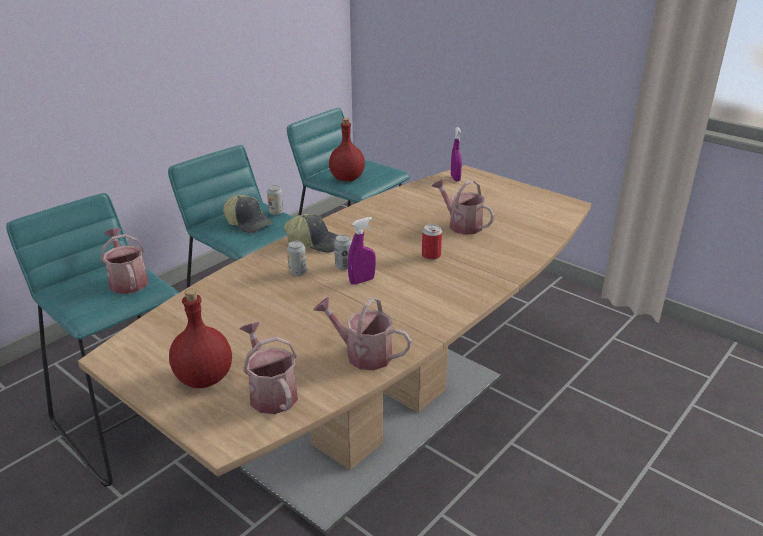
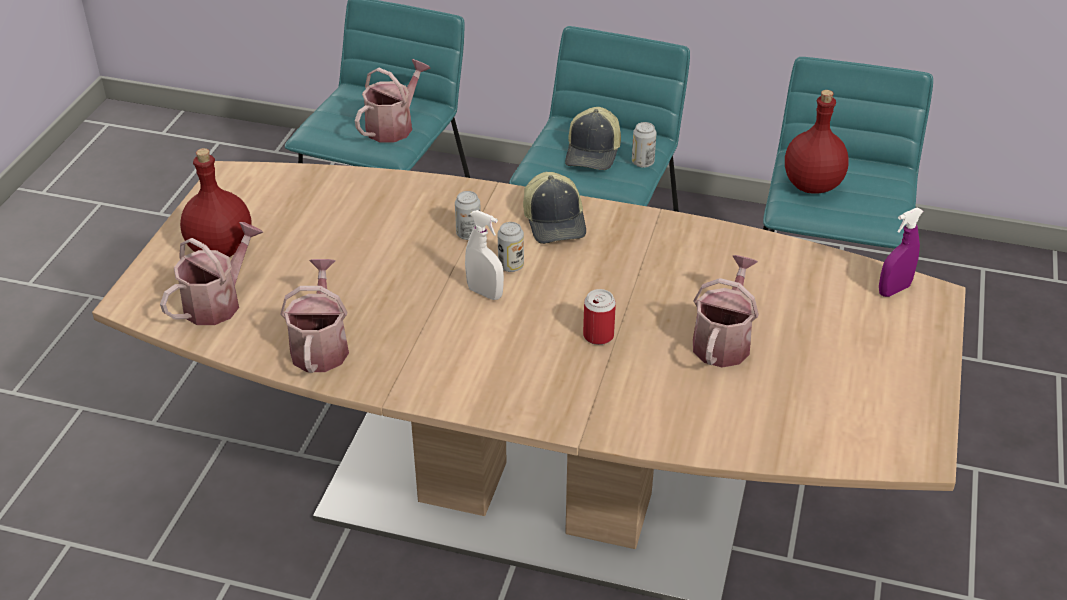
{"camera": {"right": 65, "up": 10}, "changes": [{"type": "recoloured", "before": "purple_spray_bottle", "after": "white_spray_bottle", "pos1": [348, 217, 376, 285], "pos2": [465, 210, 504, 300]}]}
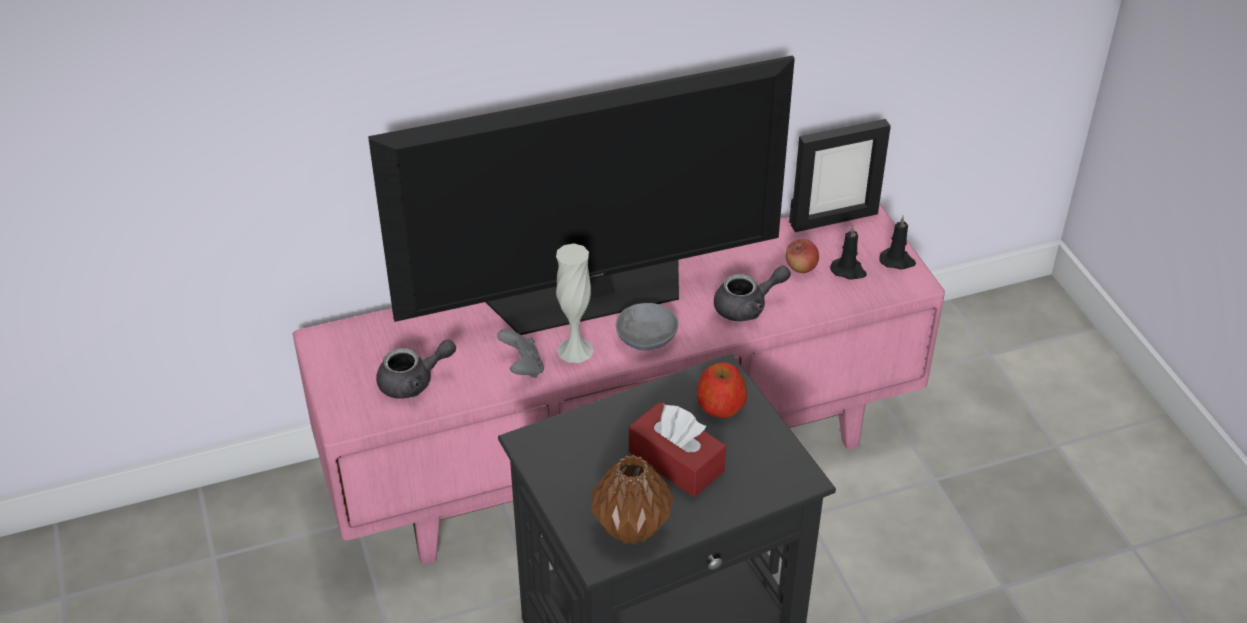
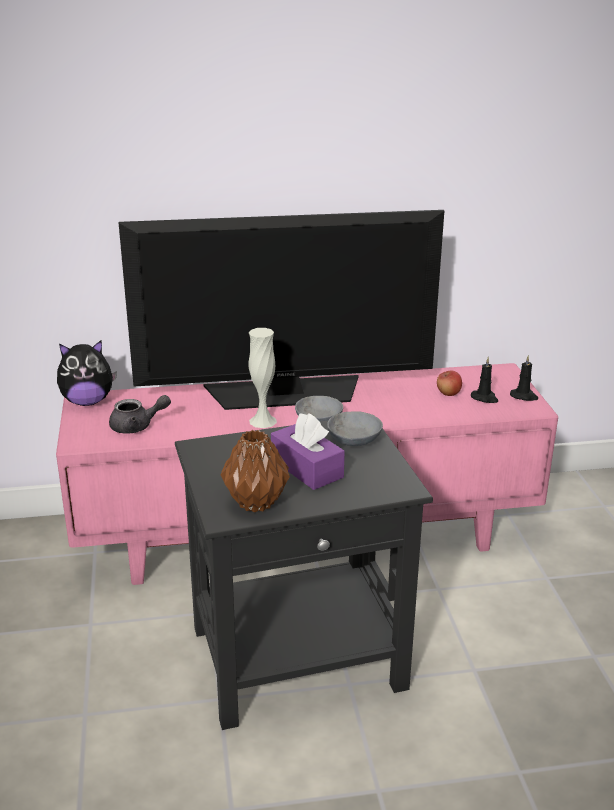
{"camera": {"right": 10, "up": -15}, "changes": [{"type": "removed", "before": "grey_game_controller", "pos1": [497, 329, 544, 378]}, {"type": "recoloured", "before": "red_tissue_box", "after": "purple_tissue_box", "pos1": [629, 402, 726, 497], "pos2": [271, 413, 345, 490]}, {"type": "replaced", "before": "apple", "after": "grey_bowl", "pos1": [697, 362, 747, 418], "pos2": [327, 411, 383, 446]}, {"type": "removed", "before": "grey_teapot", "pos1": [714, 266, 791, 321]}, {"type": "removed", "before": "picture_frame", "pos1": [789, 119, 891, 232]}, {"type": "added", "after": "plush_toy", "pos2": [57, 341, 117, 406]}]}
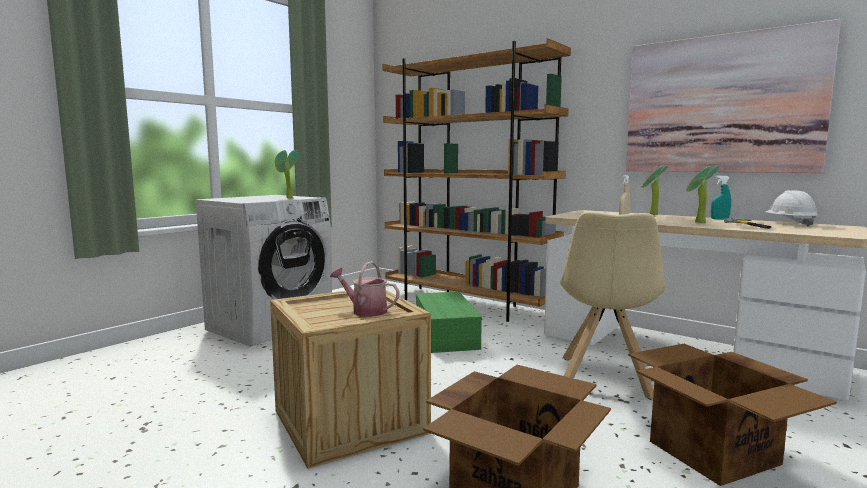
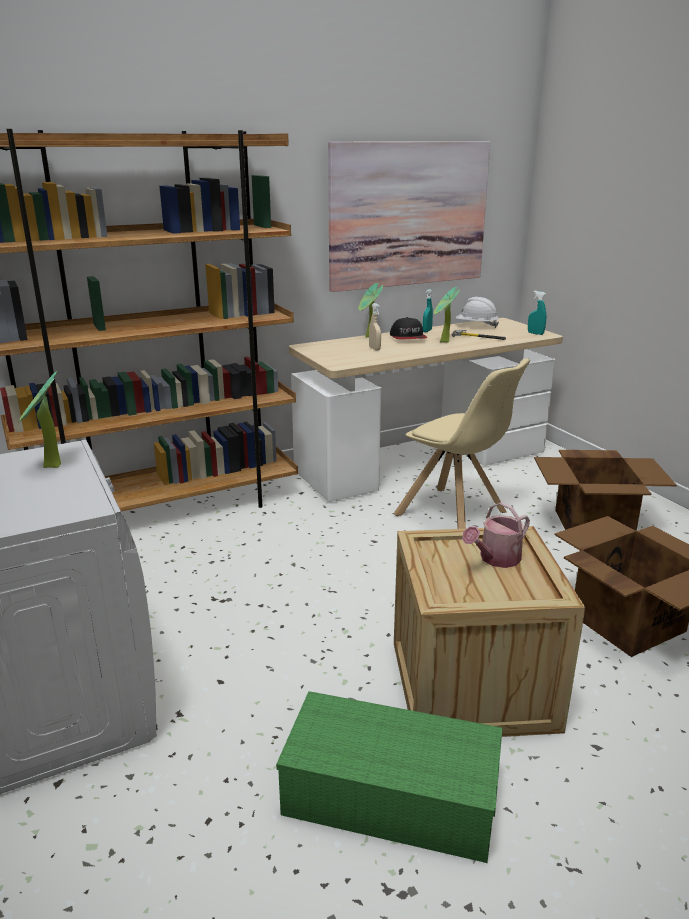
{"camera": {"right": -65, "up": 15}, "changes": [{"type": "moved", "before": "green_storage_box", "pos1": [416, 291, 483, 353], "pos2": [276, 691, 502, 863]}, {"type": "added", "after": "cap", "pos2": [390, 317, 428, 339]}, {"type": "added", "after": "turquoise_spray_bottle", "pos2": [528, 291, 546, 335]}]}
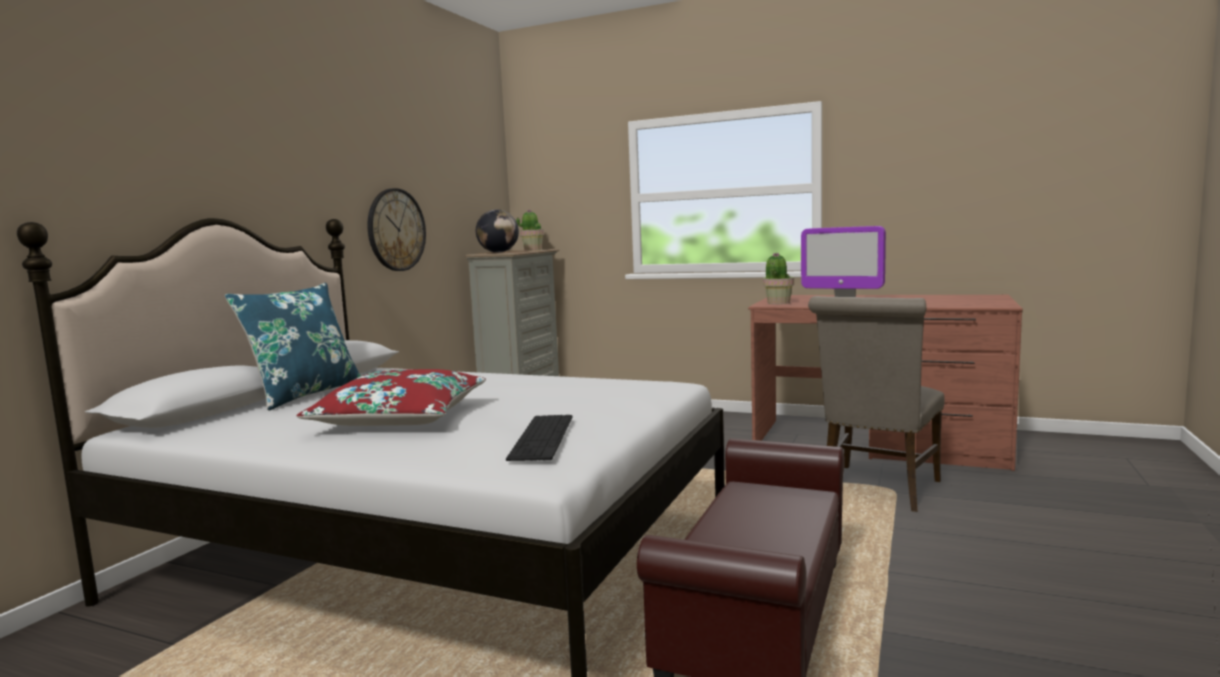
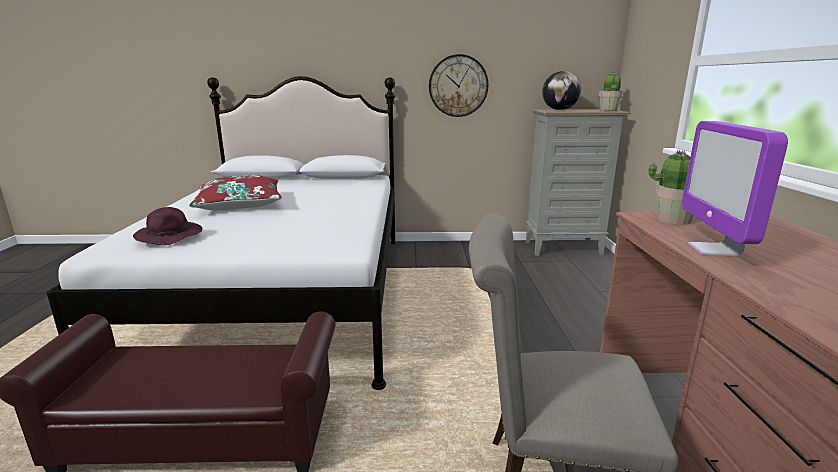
{"camera": {"right": 65, "up": 10}, "changes": [{"type": "removed", "before": "blue_pillow", "pos1": [225, 283, 361, 411]}, {"type": "replaced", "before": "keyboard", "after": "purple_hat", "pos1": [506, 415, 572, 461], "pos2": [133, 207, 202, 245]}]}
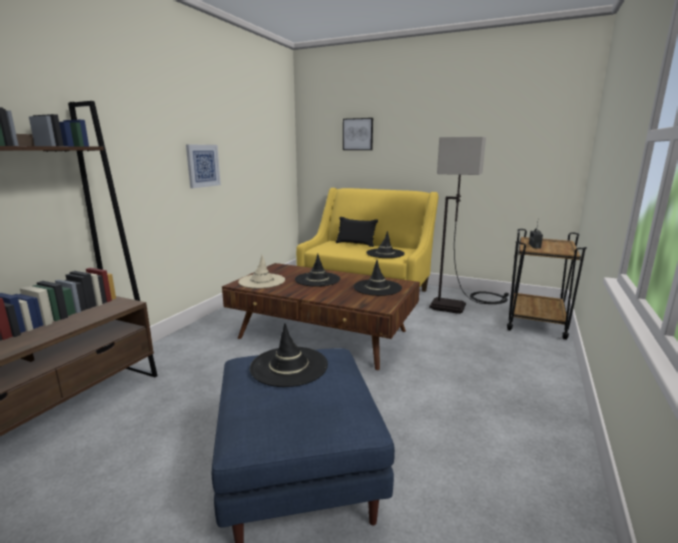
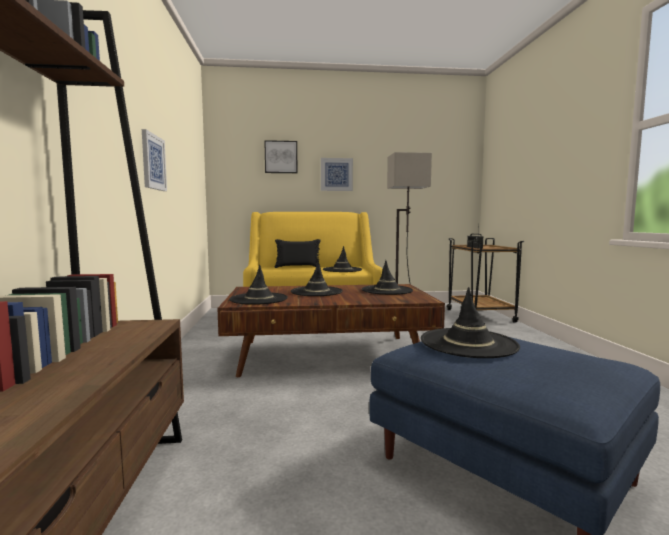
{"camera": {"right": -30, "up": -10}, "changes": [{"type": "recoloured", "before": "beige_hat", "after": "black_hat", "pos1": [238, 255, 285, 289], "pos2": [229, 264, 288, 305]}, {"type": "added", "after": "picture", "pos2": [321, 158, 353, 191]}]}
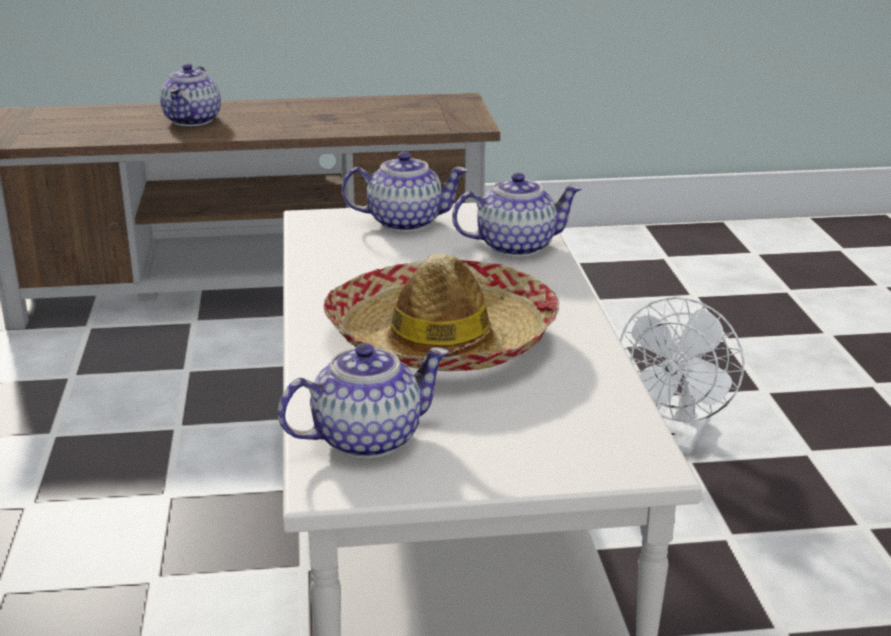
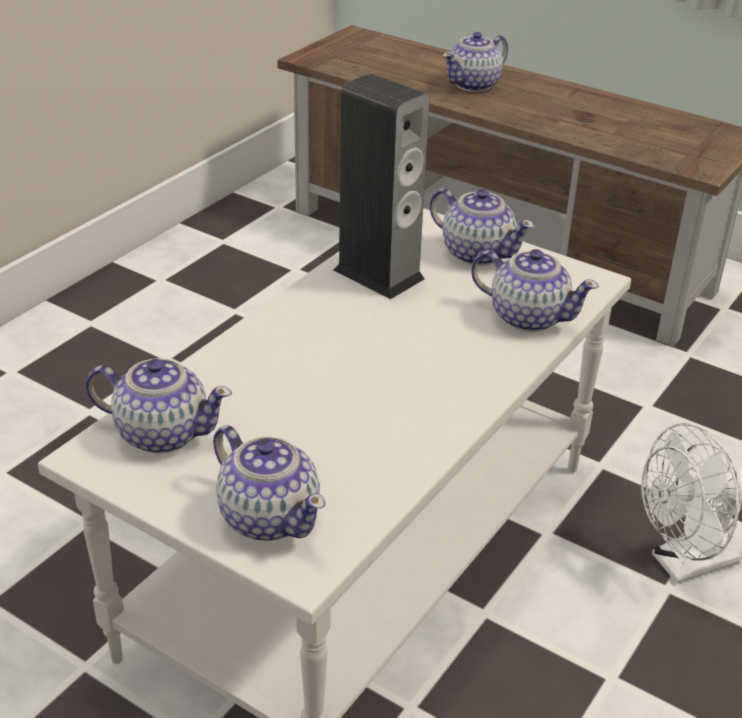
{"camera": {"right": 40, "up": 10}, "changes": [{"type": "removed", "before": "hat", "pos1": [324, 254, 559, 371]}, {"type": "added", "after": "teapot", "pos2": [213, 425, 325, 541]}, {"type": "added", "after": "speaker", "pos2": [333, 73, 430, 299]}]}
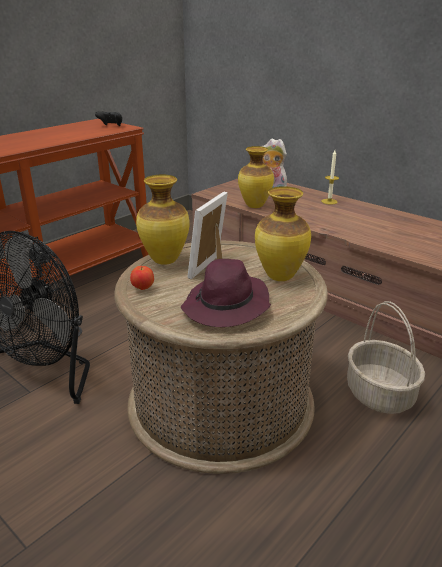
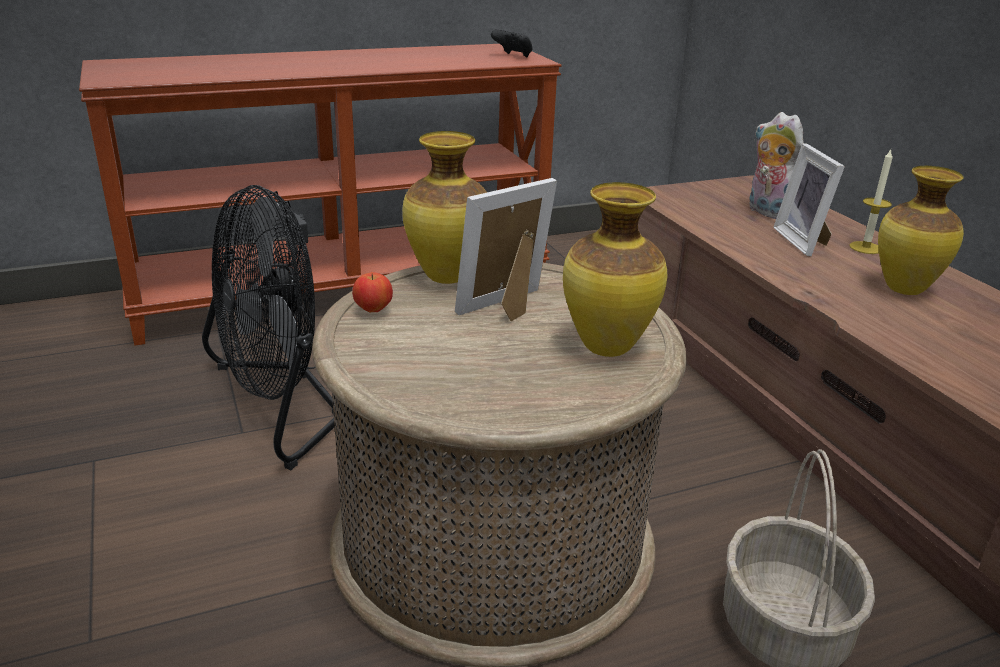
{"camera": {"right": 25, "up": 0}, "changes": [{"type": "removed", "before": "purple_hat", "pos1": [181, 259, 271, 327]}, {"type": "moved", "before": "vase", "pos1": [238, 146, 274, 208], "pos2": [878, 166, 964, 295]}, {"type": "added", "after": "picture_frame", "pos2": [773, 143, 845, 256]}]}
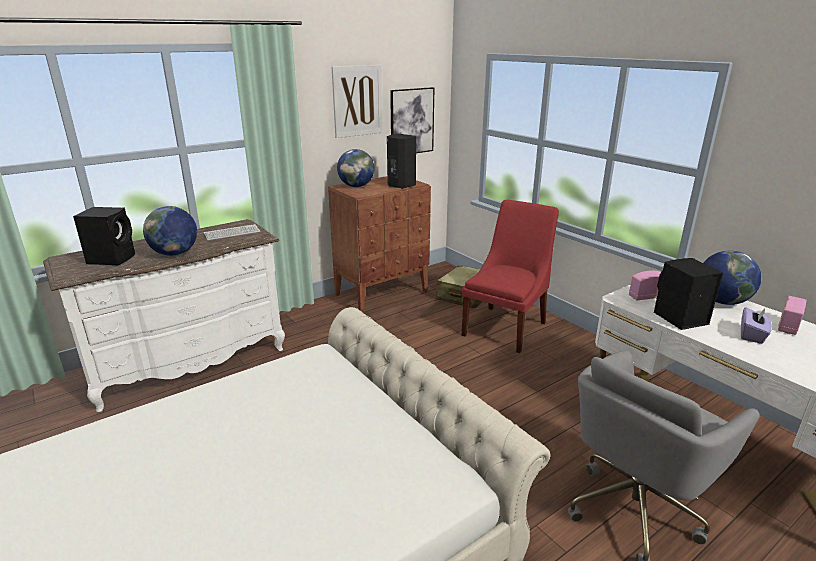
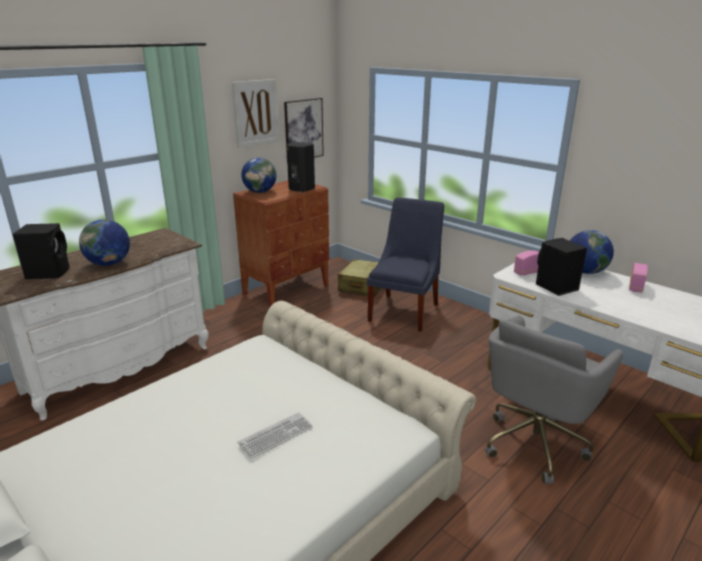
{"camera": {"right": -10, "up": 0}, "changes": [{"type": "moved", "before": "keyboard", "pos1": [204, 224, 260, 240], "pos2": [238, 412, 313, 459]}, {"type": "recoloured", "before": "red_chair", "after": "blue_chair", "pos1": [462, 199, 559, 353], "pos2": [367, 197, 444, 332]}, {"type": "removed", "before": "purple_tissue_box", "pos1": [741, 307, 772, 344]}]}
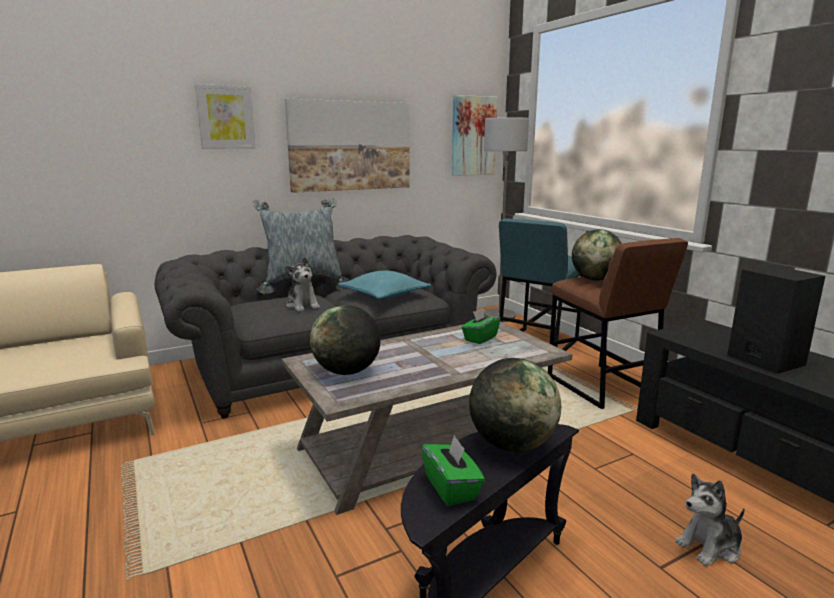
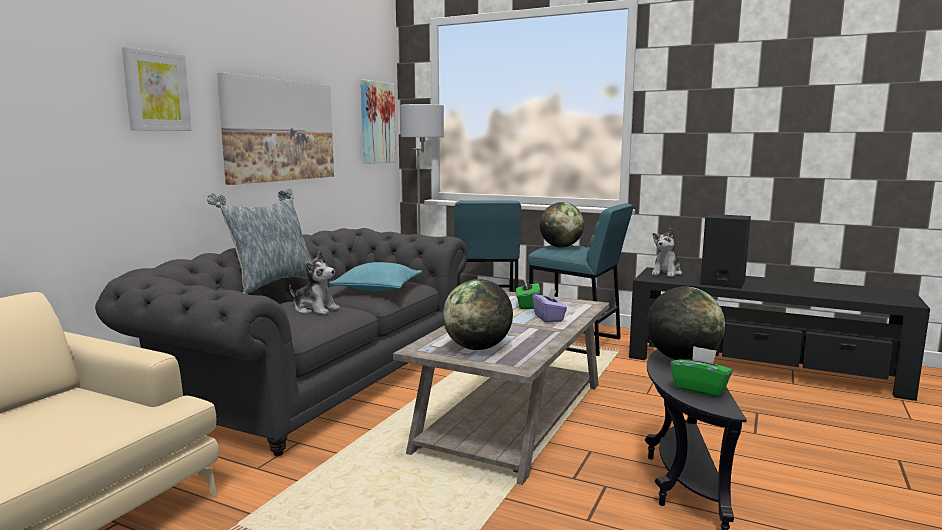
{"camera": {"right": -35, "up": -5}, "changes": [{"type": "recoloured", "before": "brown_stool", "after": "blue_stool", "pos1": [548, 238, 688, 409], "pos2": [528, 203, 634, 356]}, {"type": "moved", "before": "plush_toy", "pos1": [675, 473, 745, 566], "pos2": [652, 228, 682, 277]}, {"type": "added", "after": "purple_tissue_box", "pos2": [532, 287, 567, 323]}]}
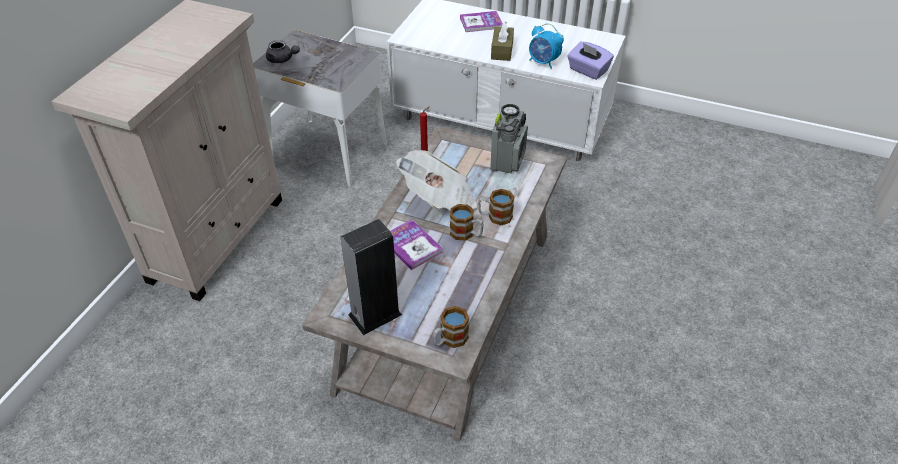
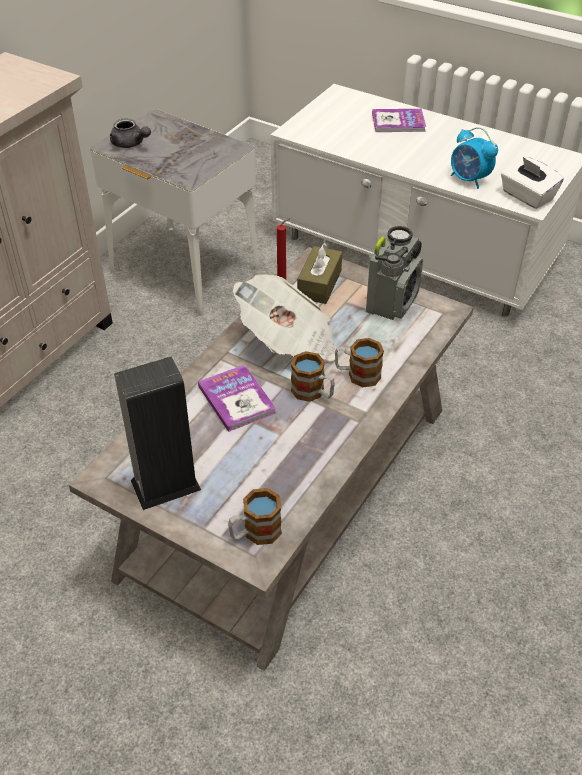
{"camera": {"right": 10, "up": 0}, "changes": [{"type": "moved", "before": "brown_tissue_box", "pos1": [491, 22, 514, 61], "pos2": [297, 242, 342, 304]}, {"type": "recoloured", "before": "purple_tissue_box", "after": "white_tissue_box", "pos1": [567, 42, 614, 80], "pos2": [501, 156, 564, 209]}]}
